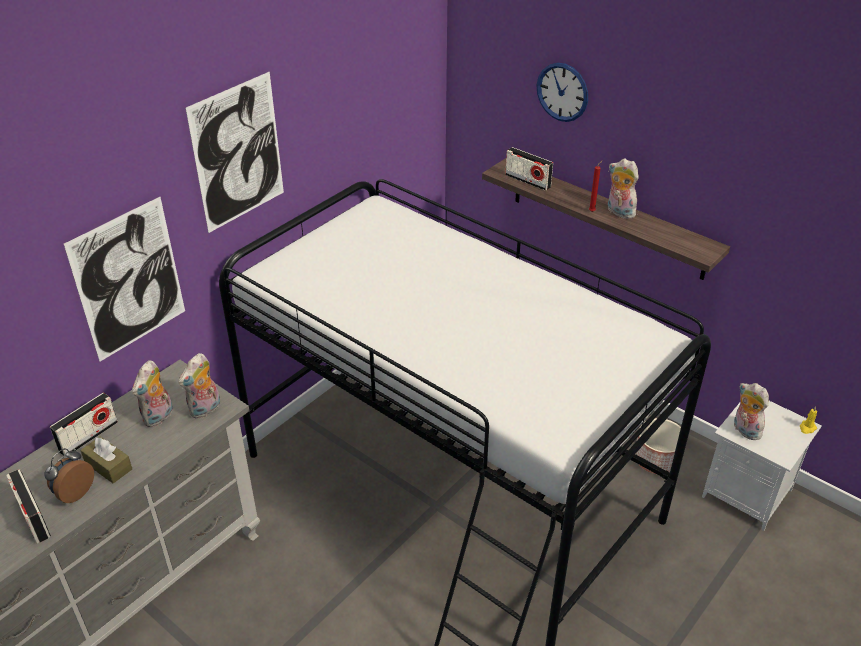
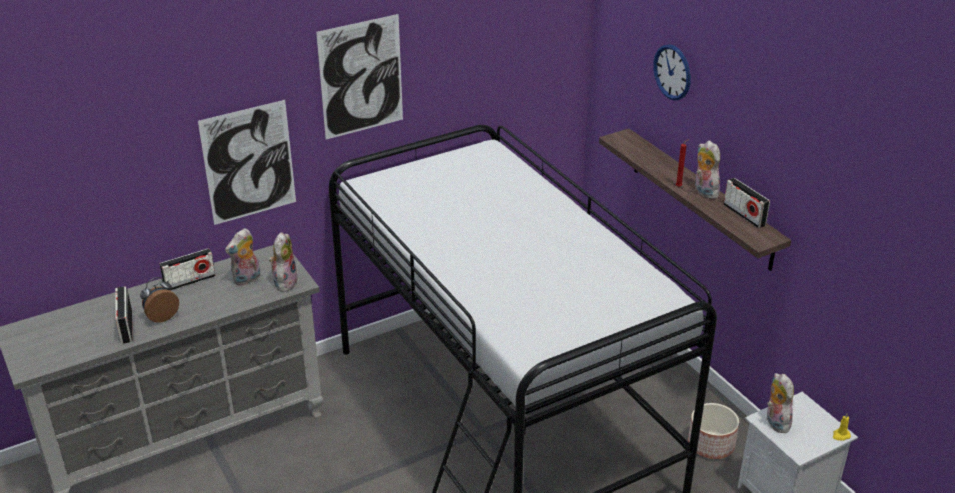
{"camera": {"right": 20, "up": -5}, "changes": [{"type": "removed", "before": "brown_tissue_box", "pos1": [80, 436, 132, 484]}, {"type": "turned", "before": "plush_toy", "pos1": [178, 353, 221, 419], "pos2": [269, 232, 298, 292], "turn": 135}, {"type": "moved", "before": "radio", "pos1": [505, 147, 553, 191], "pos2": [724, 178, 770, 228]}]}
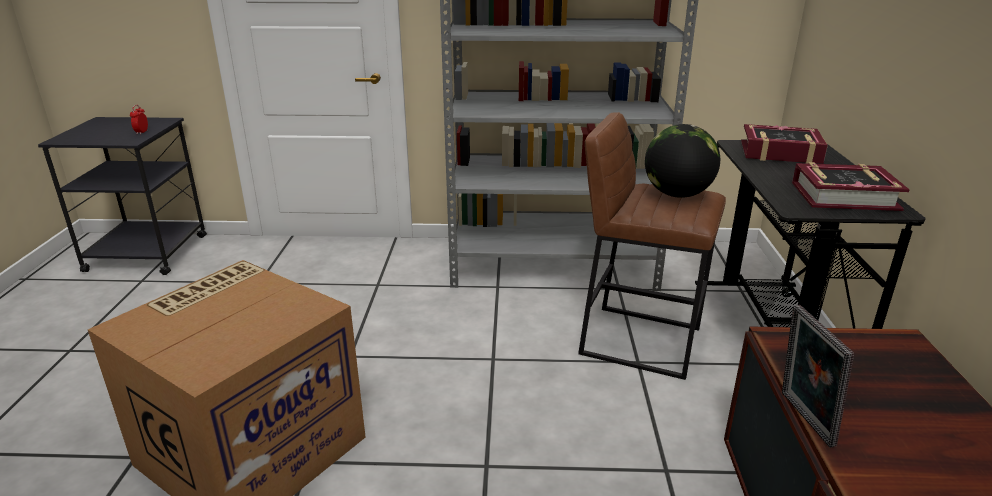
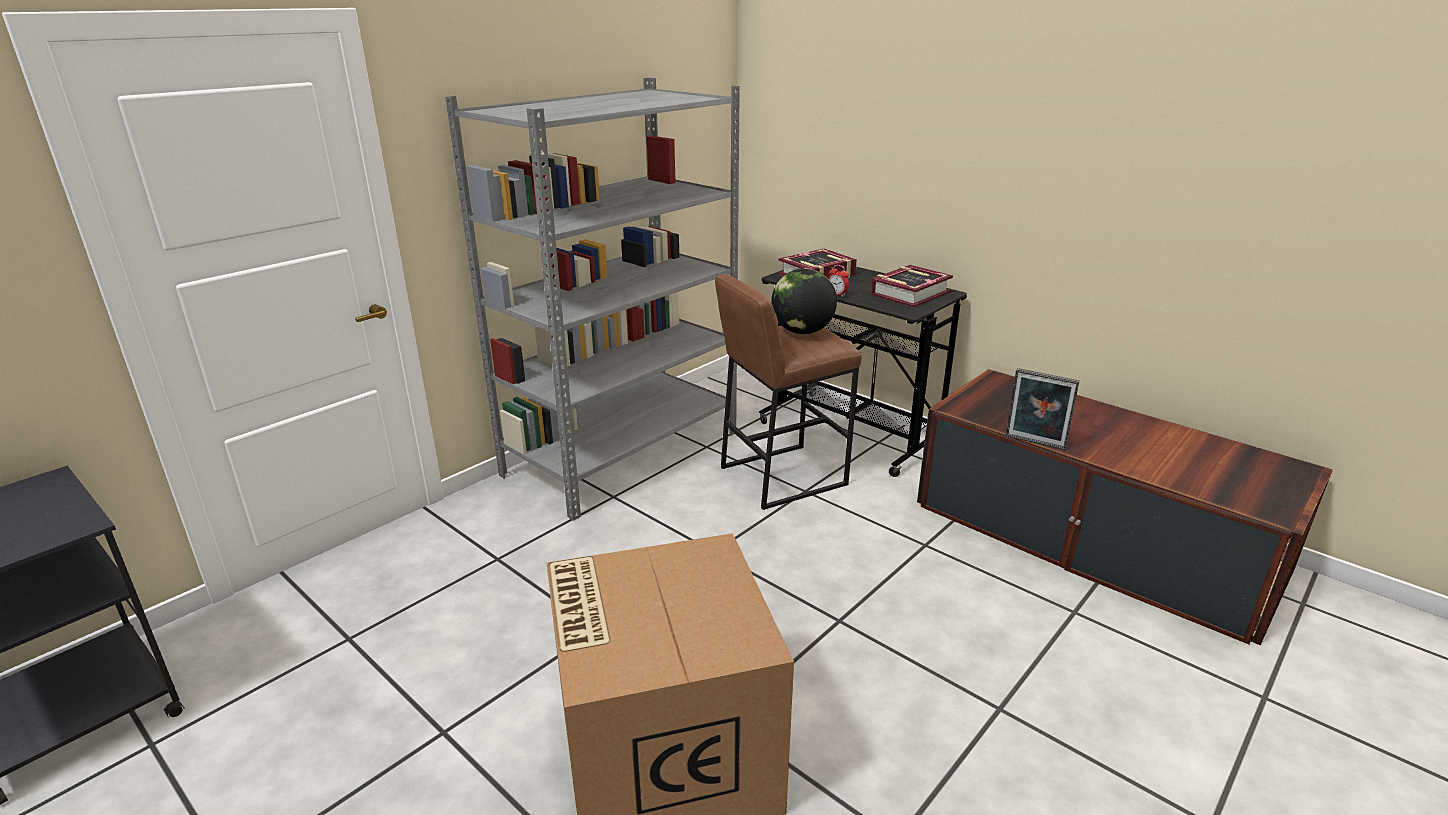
{"camera": {"right": -50, "up": 0}, "changes": [{"type": "moved", "before": "alarm_clock", "pos1": [130, 105, 148, 134], "pos2": [828, 265, 849, 297]}]}
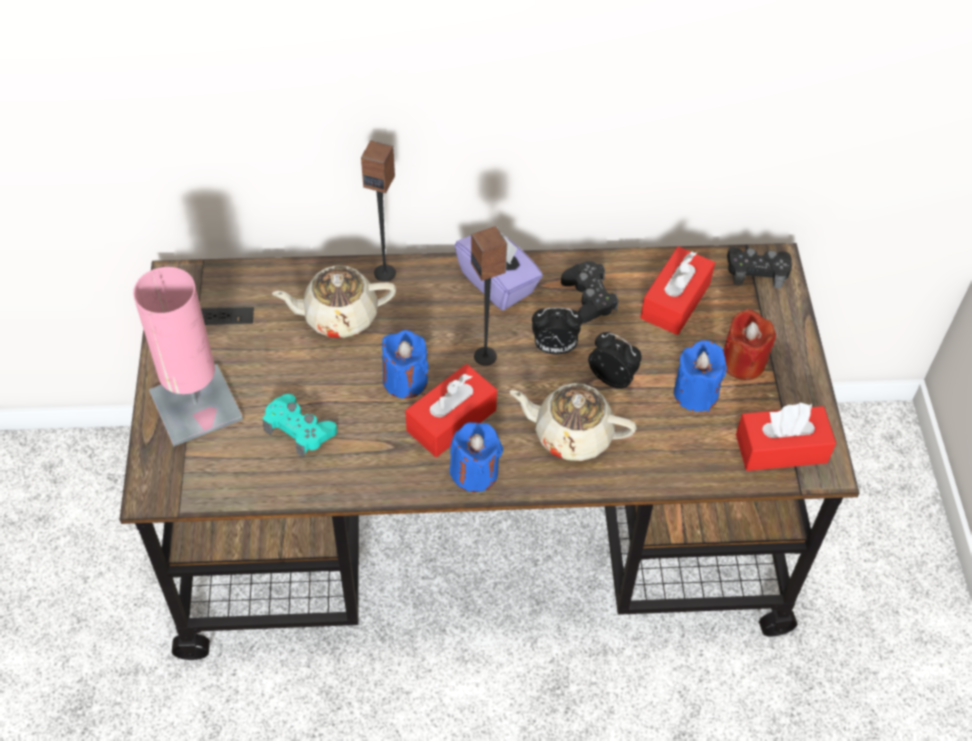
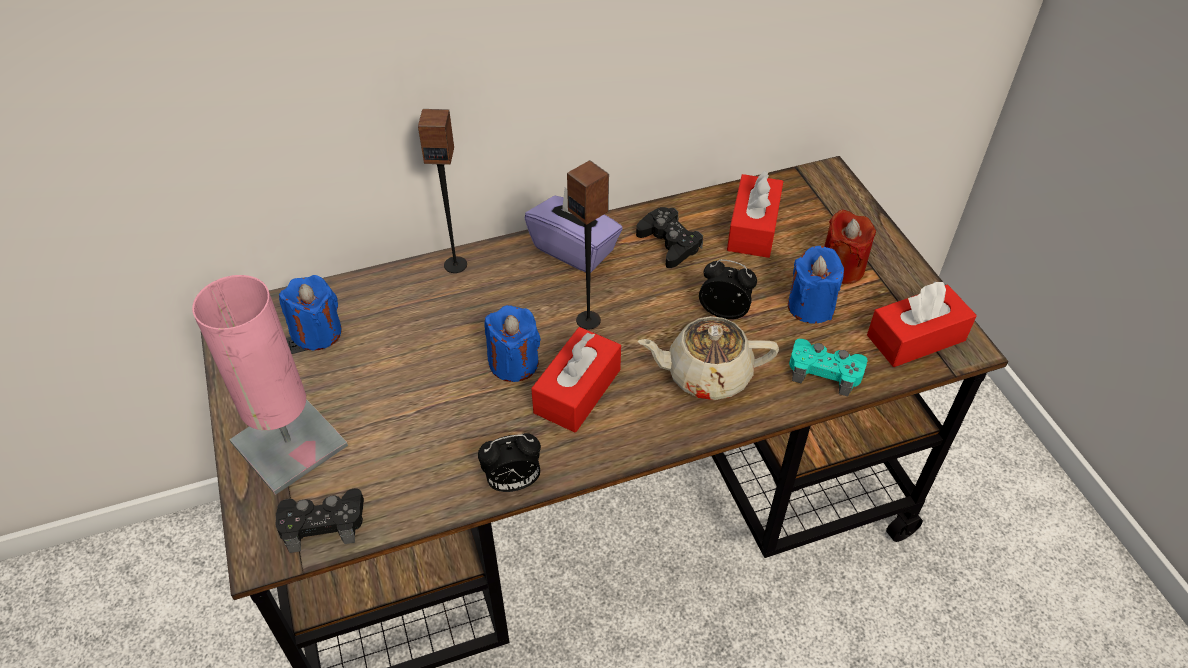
{"camera": {"right": -15, "up": -5}, "changes": [{"type": "moved", "before": "turquoise_game_controller", "pos1": [263, 394, 337, 457], "pos2": [789, 339, 868, 397]}, {"type": "removed", "before": "beige_teapot", "pos1": [272, 265, 396, 338]}, {"type": "moved", "before": "blue_candle", "pos1": [450, 422, 503, 492], "pos2": [279, 275, 342, 350]}, {"type": "moved", "before": "alarm_clock", "pos1": [532, 307, 582, 354], "pos2": [478, 433, 541, 492]}, {"type": "moved", "before": "black_game_controller", "pos1": [727, 247, 792, 288], "pos2": [275, 488, 364, 553]}]}
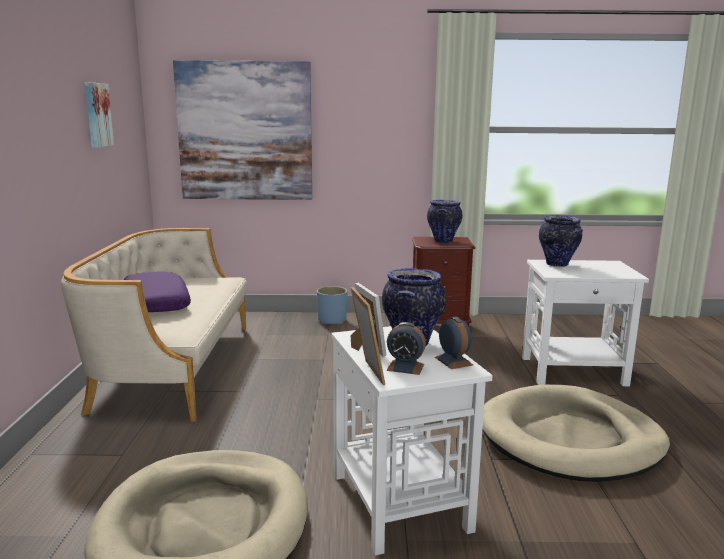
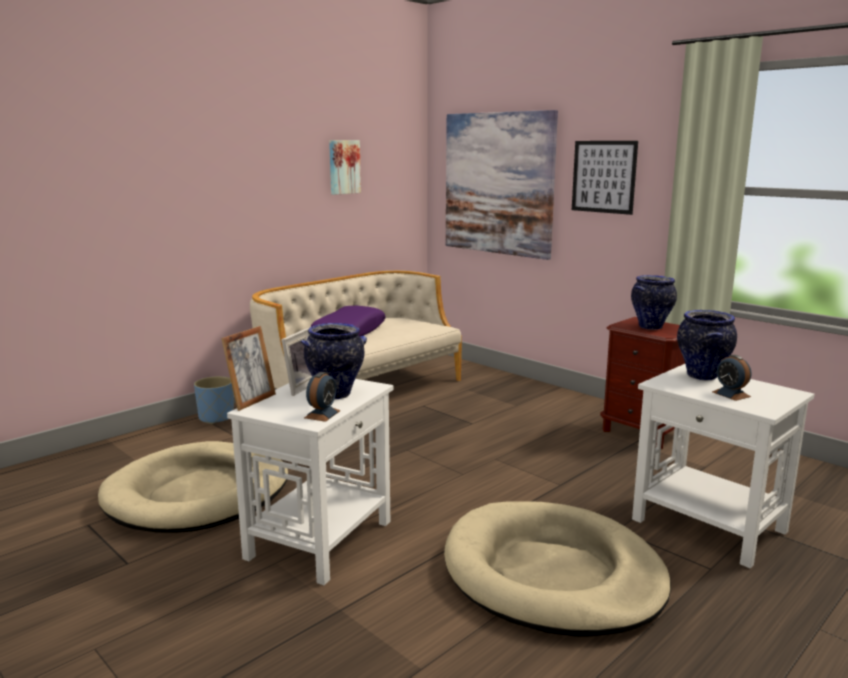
{"camera": {"right": 45, "up": 0}, "changes": [{"type": "moved", "before": "blue_planter", "pos1": [317, 286, 348, 324], "pos2": [194, 376, 234, 424]}, {"type": "moved", "before": "alarm_clock", "pos1": [386, 322, 426, 375], "pos2": [712, 355, 751, 401]}, {"type": "added", "after": "picture", "pos2": [572, 141, 638, 215]}]}
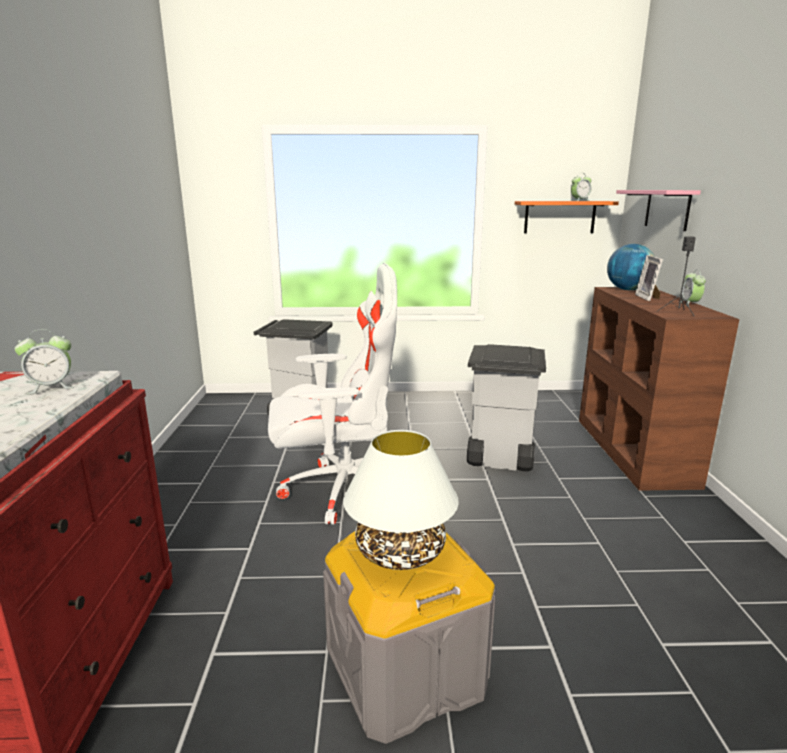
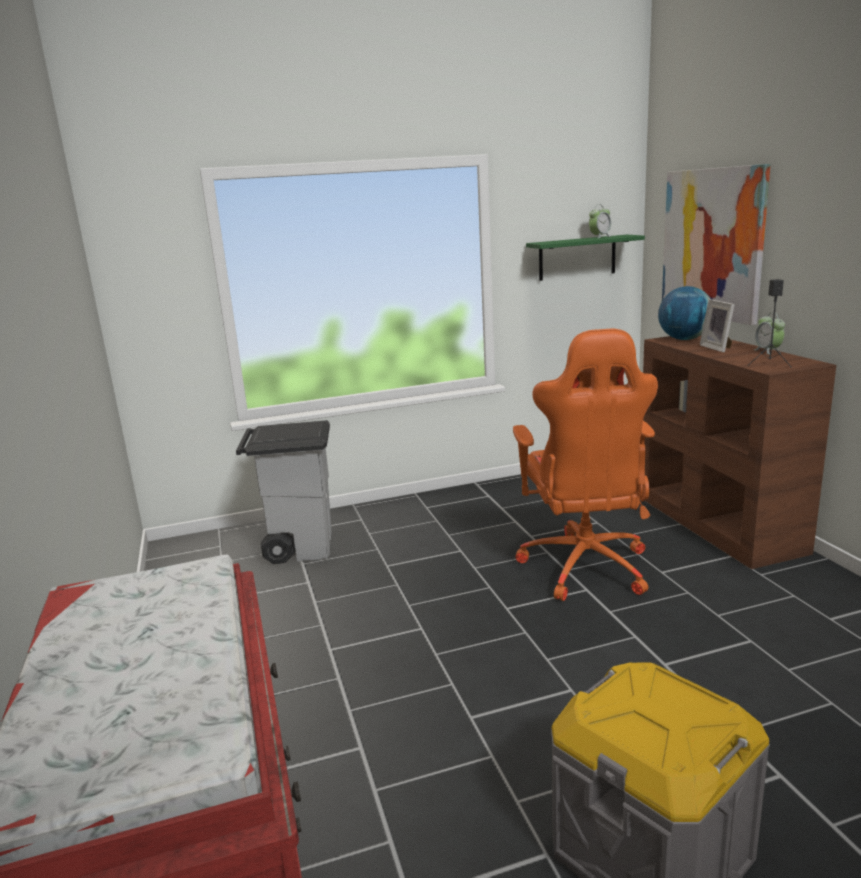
{"camera": {"right": -15, "up": 0}, "changes": [{"type": "removed", "before": "alarm_clock", "pos1": [15, 329, 74, 394]}, {"type": "removed", "before": "white_office_chair", "pos1": [268, 262, 397, 525]}, {"type": "removed", "before": "white_table_lamp", "pos1": [343, 430, 459, 570]}, {"type": "replaced", "before": "grey_trash_can", "after": "orange_office_chair", "pos1": [467, 344, 546, 471], "pos2": [513, 329, 658, 601]}, {"type": "recoloured", "before": "orange_shelf", "after": "green_shelf", "pos1": [515, 201, 619, 233], "pos2": [526, 235, 645, 281]}, {"type": "replaced", "before": "pink_shelf", "after": "picture", "pos1": [616, 190, 701, 231], "pos2": [662, 164, 771, 325]}]}
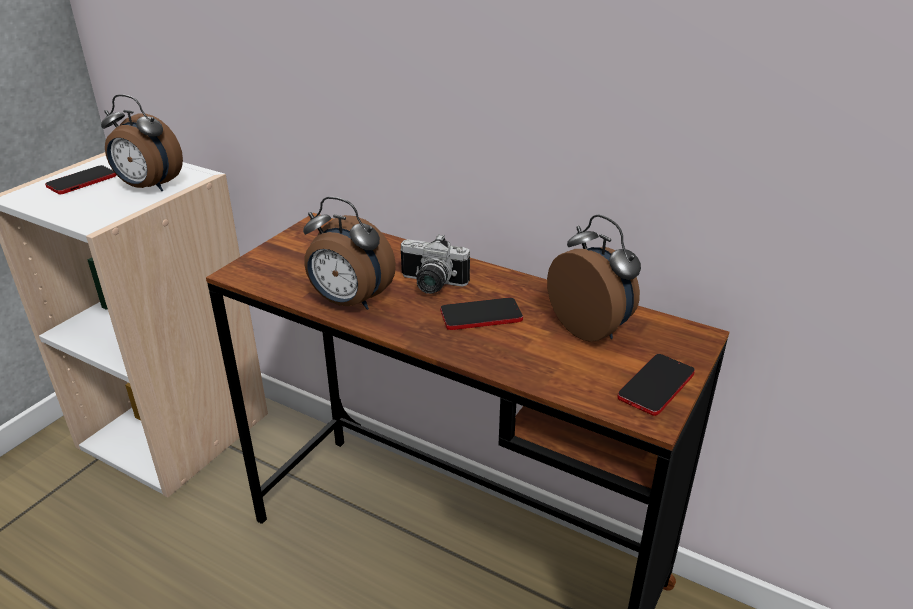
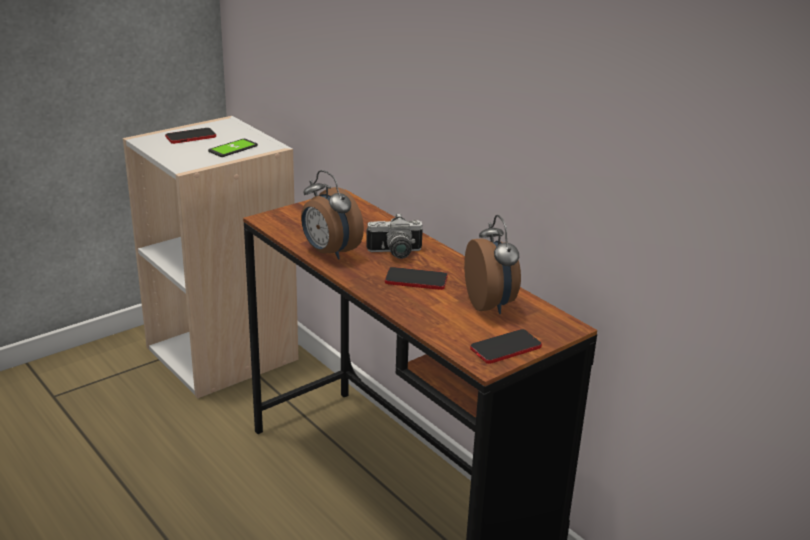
{"camera": {"right": 20, "up": -5}, "changes": [{"type": "replaced", "before": "alarm_clock", "after": "phone", "pos1": [101, 94, 183, 191], "pos2": [208, 139, 258, 157]}, {"type": "turned", "before": "photo_camera", "pos1": [400, 234, 470, 294], "pos2": [366, 213, 423, 259], "turn": -45}]}
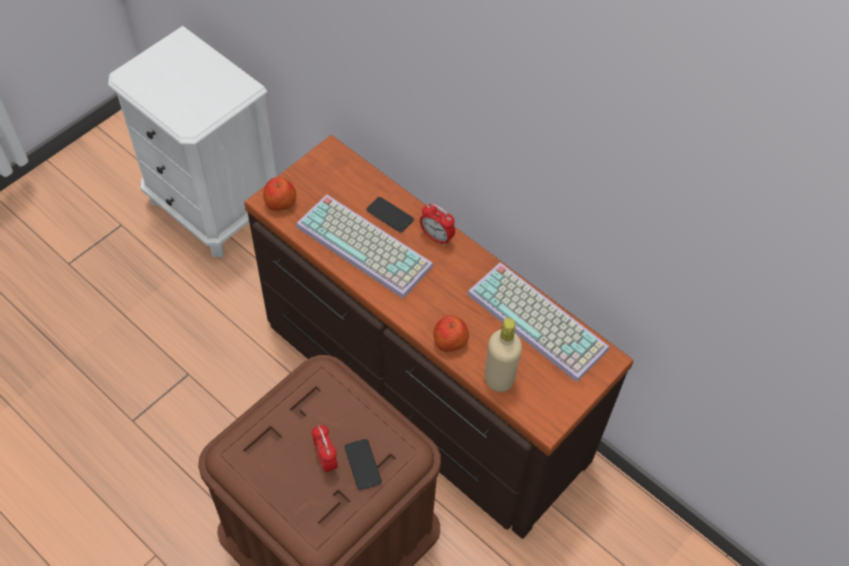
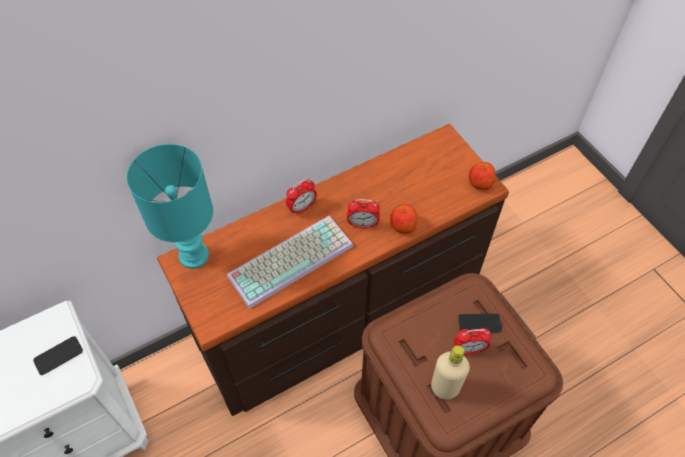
{"camera": {"right": -70, "up": 0}, "changes": [{"type": "moved", "before": "apple", "pos1": [263, 177, 296, 211], "pos2": [469, 162, 496, 190]}, {"type": "moved", "before": "phone", "pos1": [366, 197, 414, 232], "pos2": [33, 336, 83, 375]}, {"type": "removed", "before": "keyboard", "pos1": [467, 262, 609, 382]}, {"type": "moved", "before": "beige_bottle", "pos1": [485, 318, 522, 392], "pos2": [431, 345, 470, 400]}, {"type": "added", "after": "turquoise_table_lamp", "pos2": [127, 144, 213, 269]}, {"type": "added", "after": "alarm_clock", "pos2": [347, 199, 380, 228]}]}
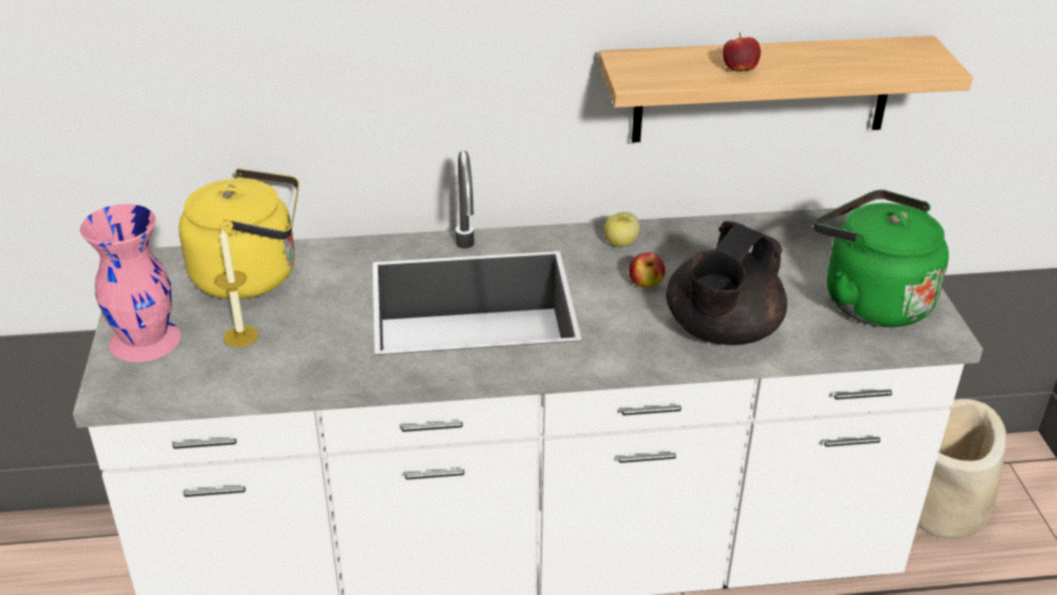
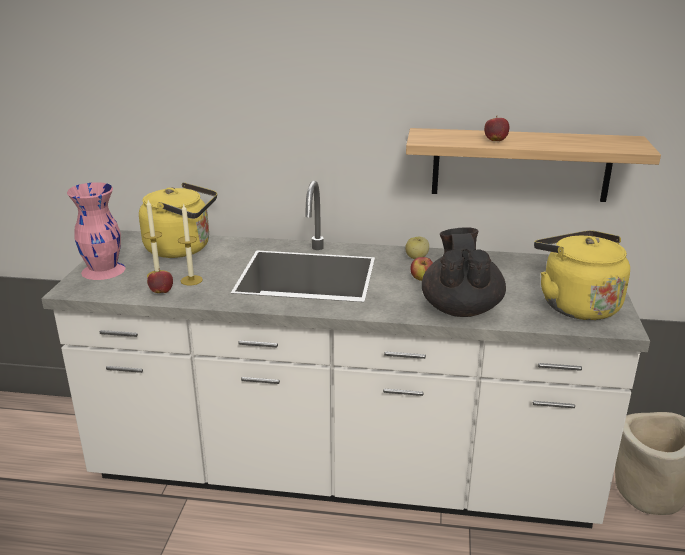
{"camera": {"right": 15, "up": -10}, "changes": [{"type": "turned", "before": "black_teapot", "pos1": [666, 221, 787, 345], "pos2": [422, 227, 506, 317], "turn": 135}, {"type": "recoloured", "before": "green_kettle", "after": "yellow_kettle", "pos1": [814, 190, 949, 327], "pos2": [534, 230, 630, 320]}, {"type": "added", "after": "apple", "pos2": [147, 268, 173, 293]}, {"type": "added", "after": "candle", "pos2": [178, 203, 203, 285]}]}
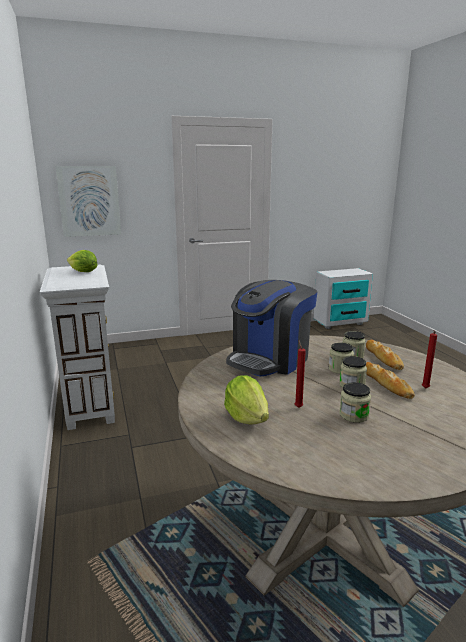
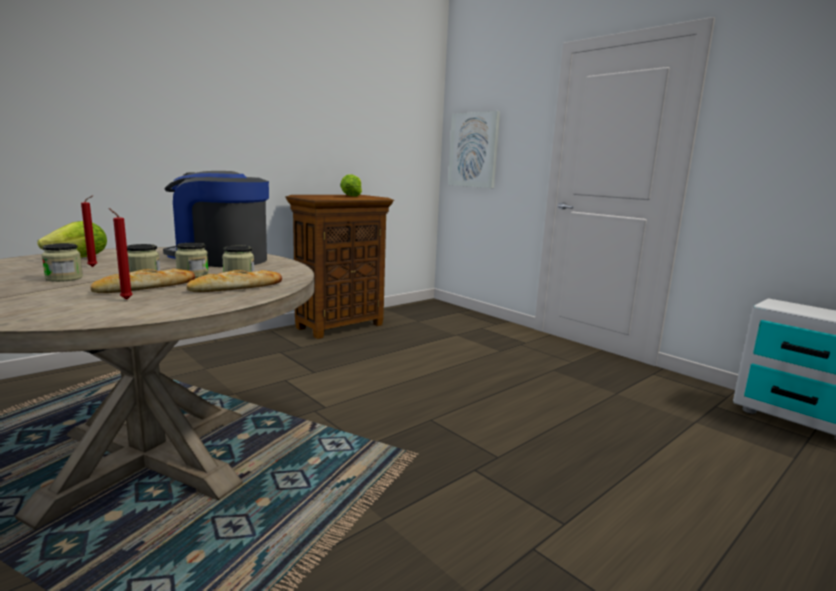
{"camera": {"right": 65, "up": -5}, "changes": [{"type": "recoloured", "before": "white_cabinet", "after": "brown_cabinet", "pos1": [40, 265, 115, 430], "pos2": [285, 195, 394, 339]}]}
